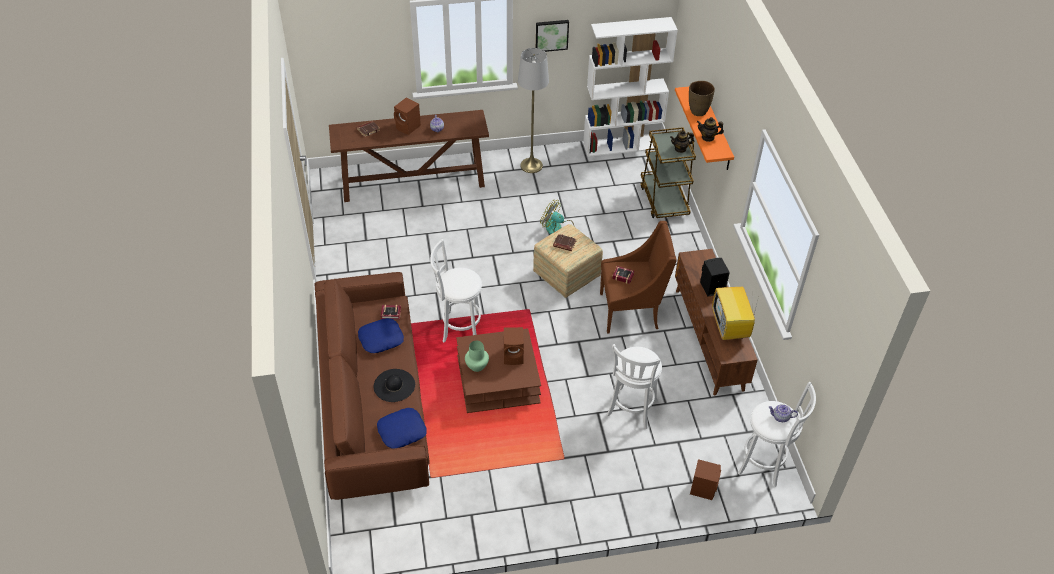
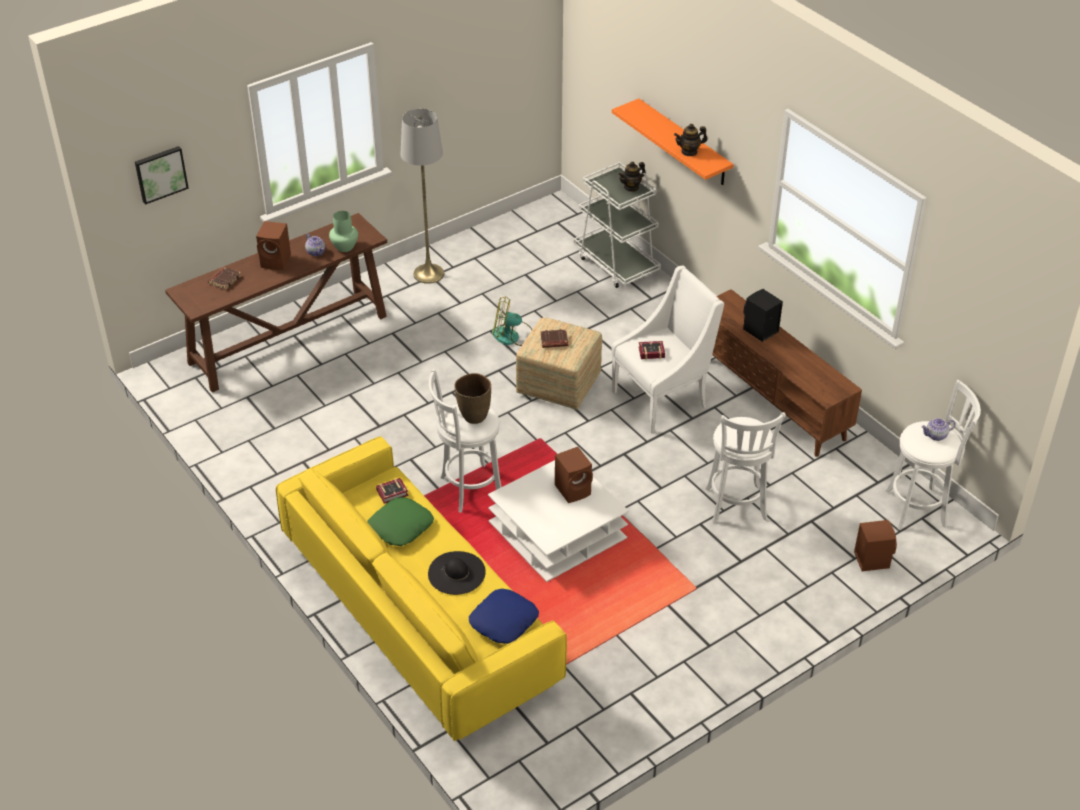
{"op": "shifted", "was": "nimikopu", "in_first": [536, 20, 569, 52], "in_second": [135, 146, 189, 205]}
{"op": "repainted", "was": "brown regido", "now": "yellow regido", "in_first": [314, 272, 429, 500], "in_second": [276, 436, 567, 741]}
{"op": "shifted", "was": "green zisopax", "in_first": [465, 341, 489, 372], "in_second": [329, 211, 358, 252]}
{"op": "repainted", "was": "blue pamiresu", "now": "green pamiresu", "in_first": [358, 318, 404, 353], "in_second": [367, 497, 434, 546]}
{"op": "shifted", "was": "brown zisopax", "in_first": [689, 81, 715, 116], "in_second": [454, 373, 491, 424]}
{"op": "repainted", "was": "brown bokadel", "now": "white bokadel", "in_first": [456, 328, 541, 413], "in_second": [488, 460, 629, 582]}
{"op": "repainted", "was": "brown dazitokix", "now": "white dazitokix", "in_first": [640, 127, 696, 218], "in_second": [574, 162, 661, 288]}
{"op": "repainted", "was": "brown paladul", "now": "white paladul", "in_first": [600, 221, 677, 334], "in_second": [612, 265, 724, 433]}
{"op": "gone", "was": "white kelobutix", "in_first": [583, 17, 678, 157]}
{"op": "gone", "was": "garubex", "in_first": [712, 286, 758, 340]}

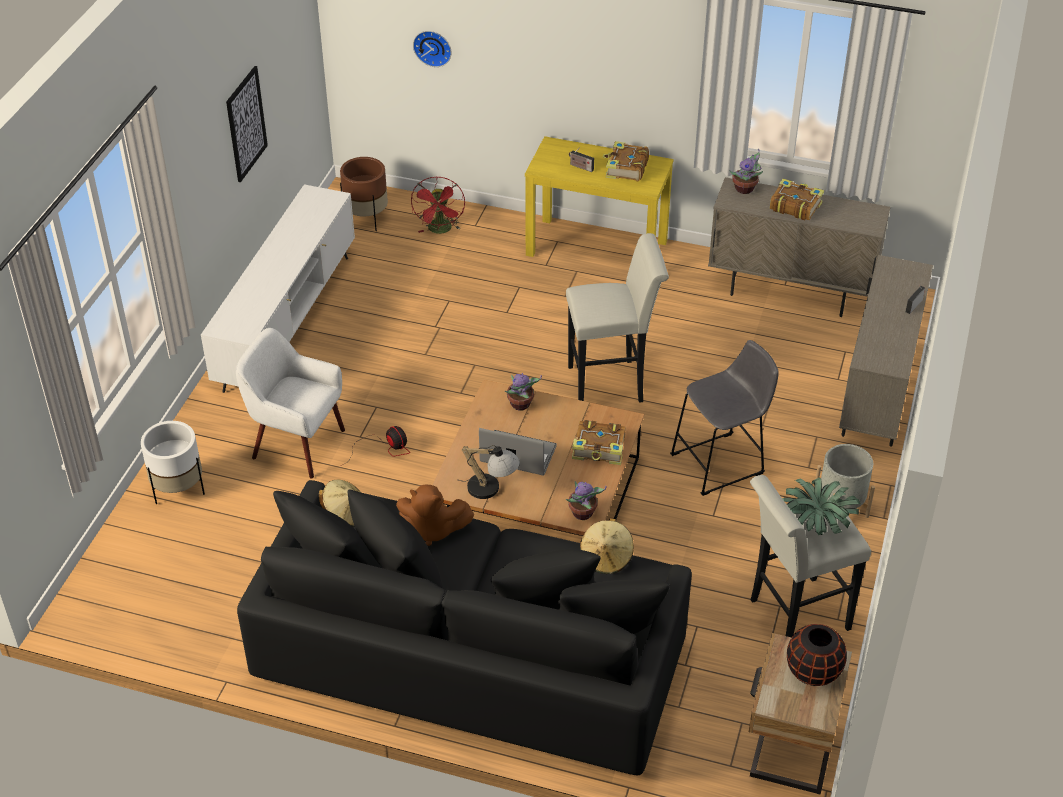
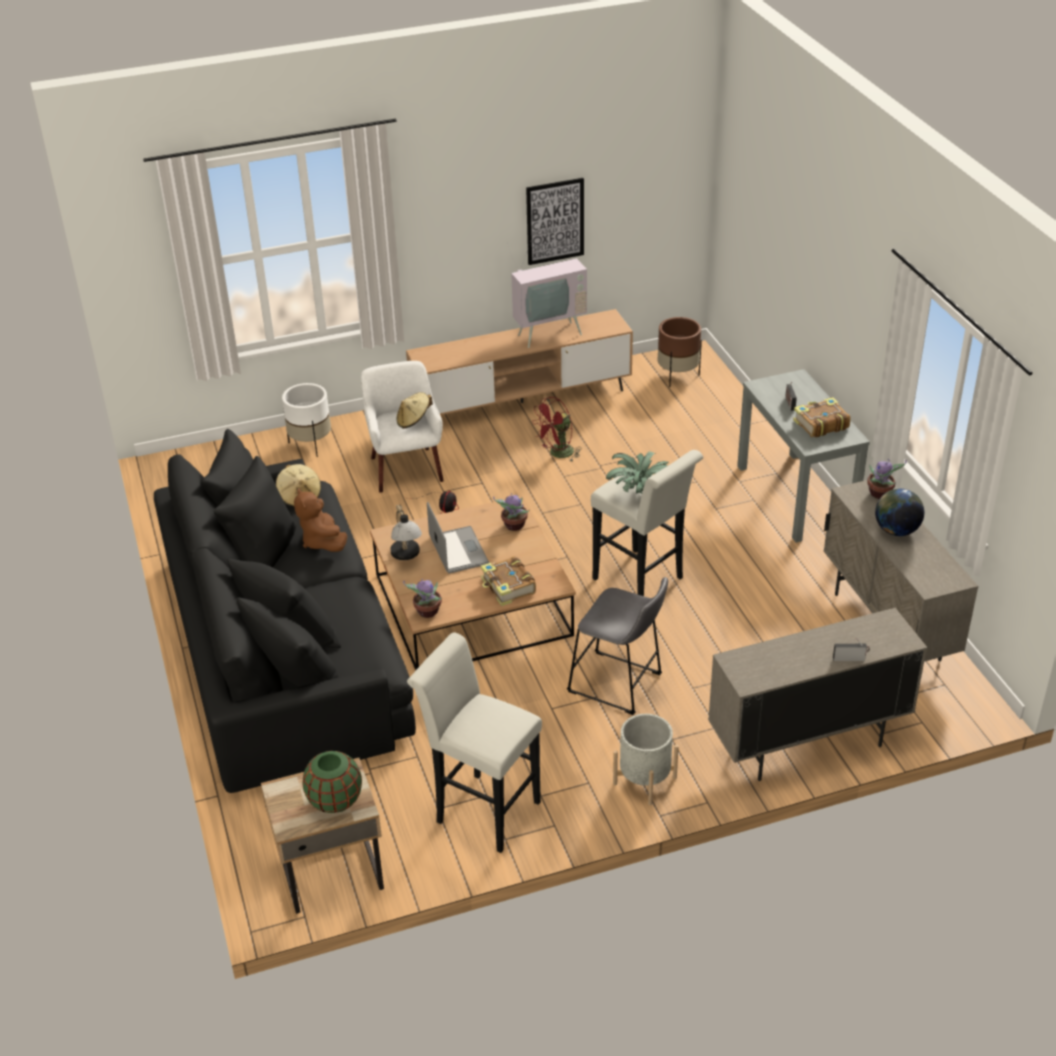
{"op": "repainted", "was": "black zisopax", "now": "green zisopax", "in_first": [787, 624, 847, 686], "in_second": [303, 751, 362, 813]}
{"op": "shifted", "was": "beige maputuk", "in_first": [580, 518, 634, 574], "in_second": [397, 392, 433, 428]}
{"op": "repainted", "was": "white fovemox", "now": "brown fovemox", "in_first": [201, 184, 355, 393], "in_second": [406, 309, 633, 415]}
{"op": "new", "now": "garubex", "in_second": [507, 239, 587, 348]}
{"op": "shifted", "was": "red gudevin", "in_first": [411, 176, 465, 234], "in_second": [532, 397, 581, 462]}
{"op": "shifted", "was": "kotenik", "in_first": [782, 477, 861, 535], "in_second": [606, 451, 669, 494]}
{"op": "repainted", "was": "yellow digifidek", "now": "grey digifidek", "in_first": [525, 136, 674, 257], "in_second": [737, 369, 870, 543]}
{"op": "swapped", "was": "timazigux", "now": "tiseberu", "in_first": [770, 179, 824, 220], "in_second": [875, 489, 924, 536]}
{"op": "gone", "was": "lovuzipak", "in_first": [413, 31, 452, 67]}

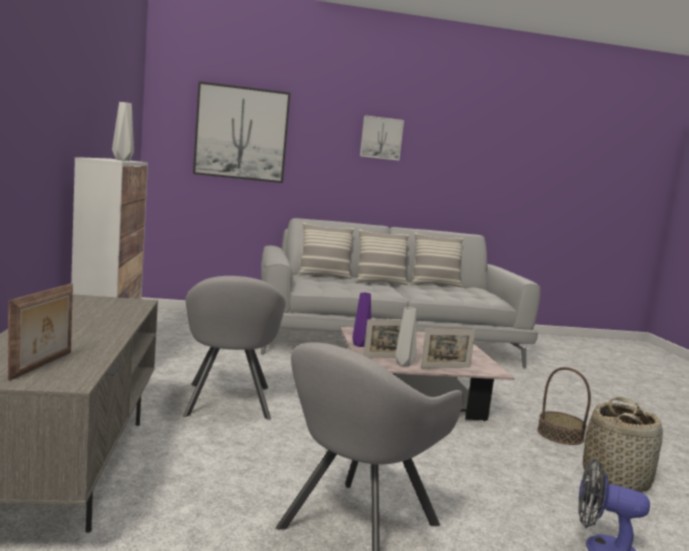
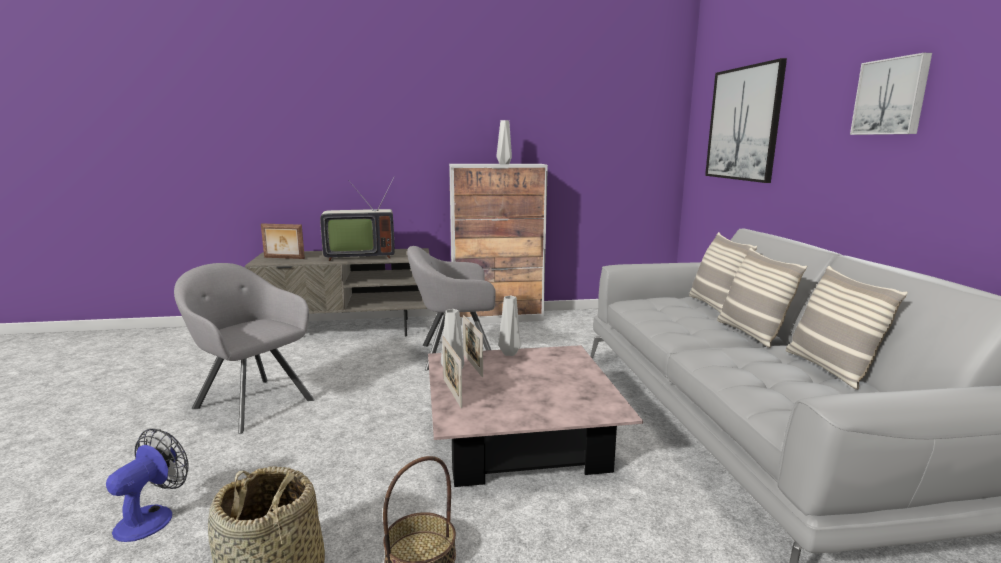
{"op": "new", "now": "garubex", "in_second": [320, 176, 395, 261]}
{"op": "repainted", "was": "purple zisopax", "now": "grey zisopax", "in_first": [352, 292, 371, 347], "in_second": [499, 296, 521, 356]}

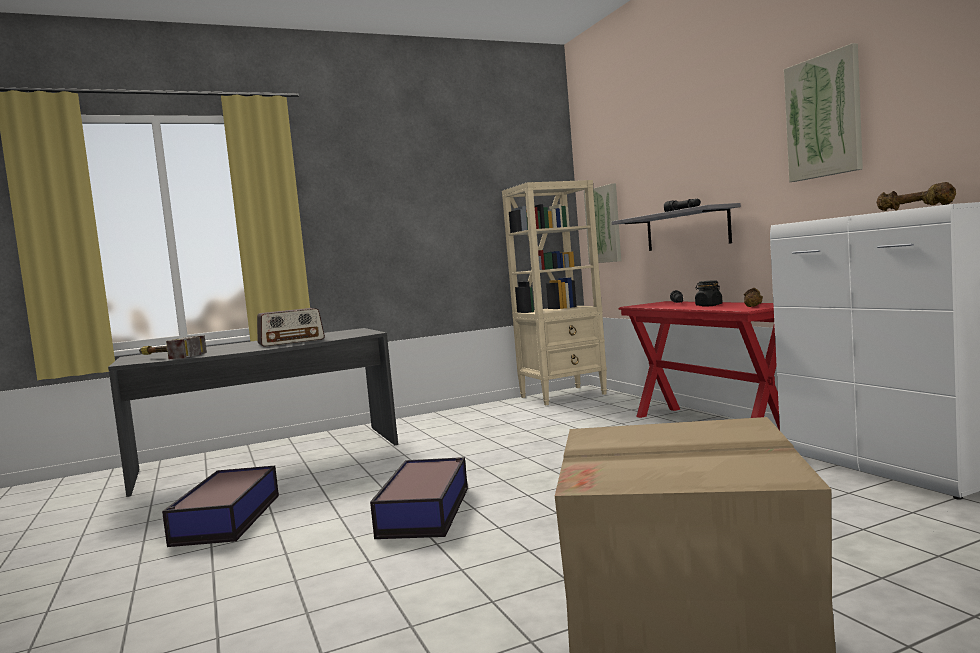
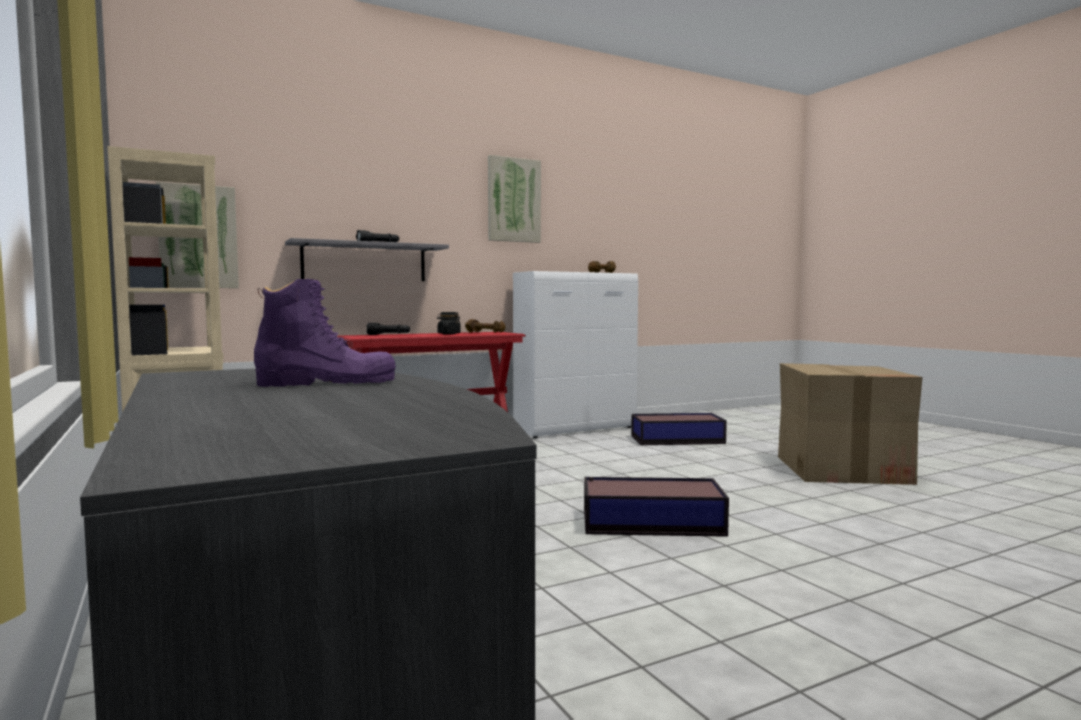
{"op": "swapped", "was": "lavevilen", "now": "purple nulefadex", "in_first": [257, 308, 325, 347], "in_second": [254, 279, 396, 387]}
{"op": "shifted", "was": "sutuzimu", "in_first": [162, 466, 279, 547], "in_second": [631, 413, 727, 445]}
{"op": "gone", "was": "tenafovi", "in_first": [139, 335, 207, 359]}

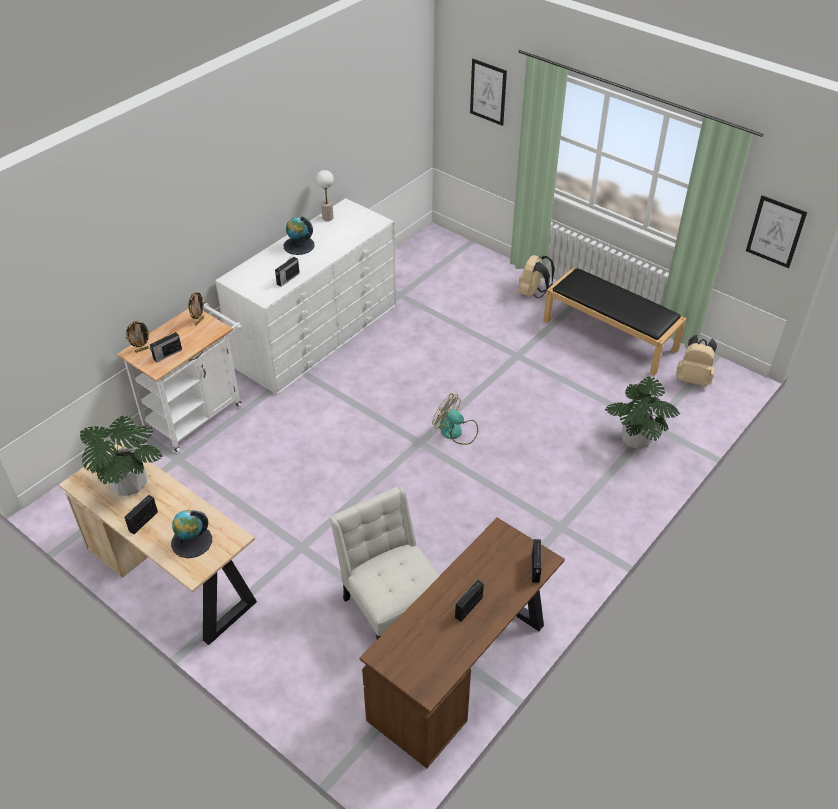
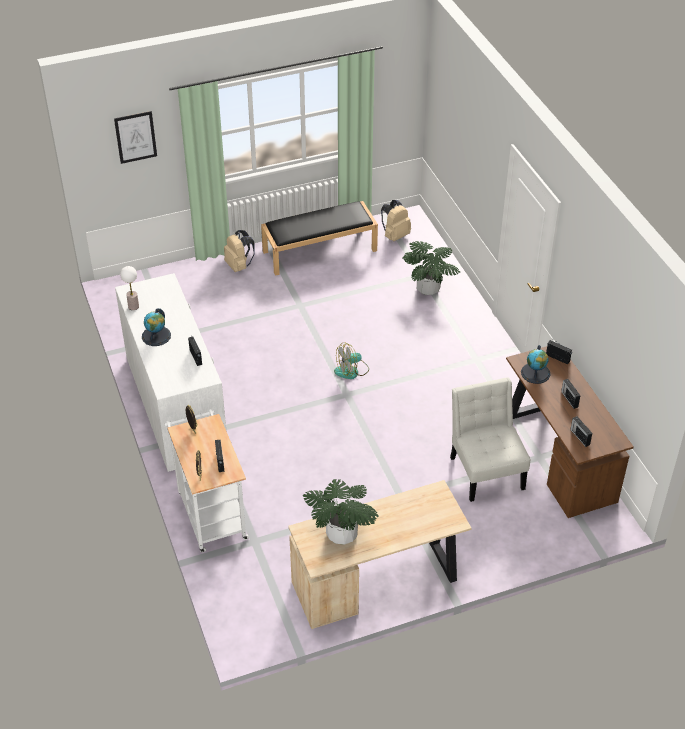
{"op": "rotated", "was": "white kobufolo", "in_first": [329, 486, 440, 639], "in_second": [450, 377, 530, 502], "clockwise": 75}
{"op": "shifted", "was": "tiseberu", "in_first": [171, 510, 212, 558], "in_second": [521, 345, 550, 384]}
{"op": "shifted", "was": "lavevilen", "in_first": [124, 495, 158, 534], "in_second": [570, 416, 592, 447]}
{"op": "gone", "was": "nimikopu", "in_first": [746, 195, 807, 268]}

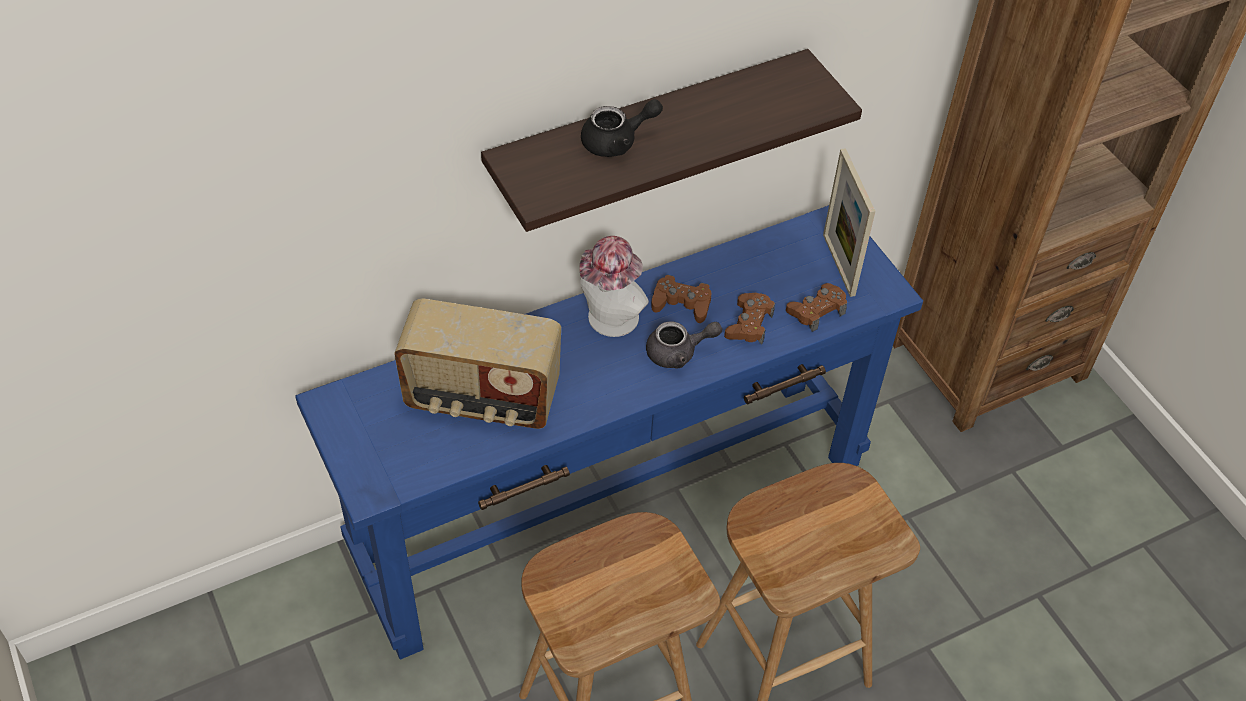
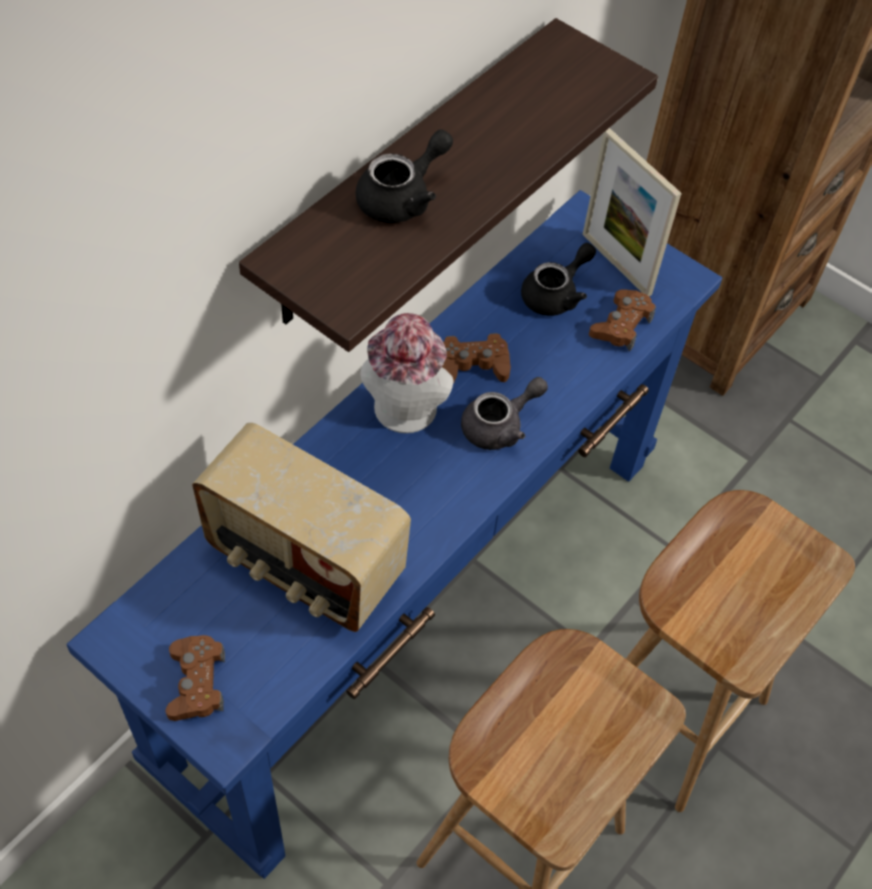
{"op": "shifted", "was": "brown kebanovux", "in_first": [724, 292, 775, 344], "in_second": [165, 635, 225, 721]}
{"op": "rotated", "was": "lavevilen", "in_first": [394, 298, 561, 429], "in_second": [192, 423, 411, 632], "clockwise": 45}
{"op": "new", "now": "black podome", "in_second": [521, 243, 596, 316]}

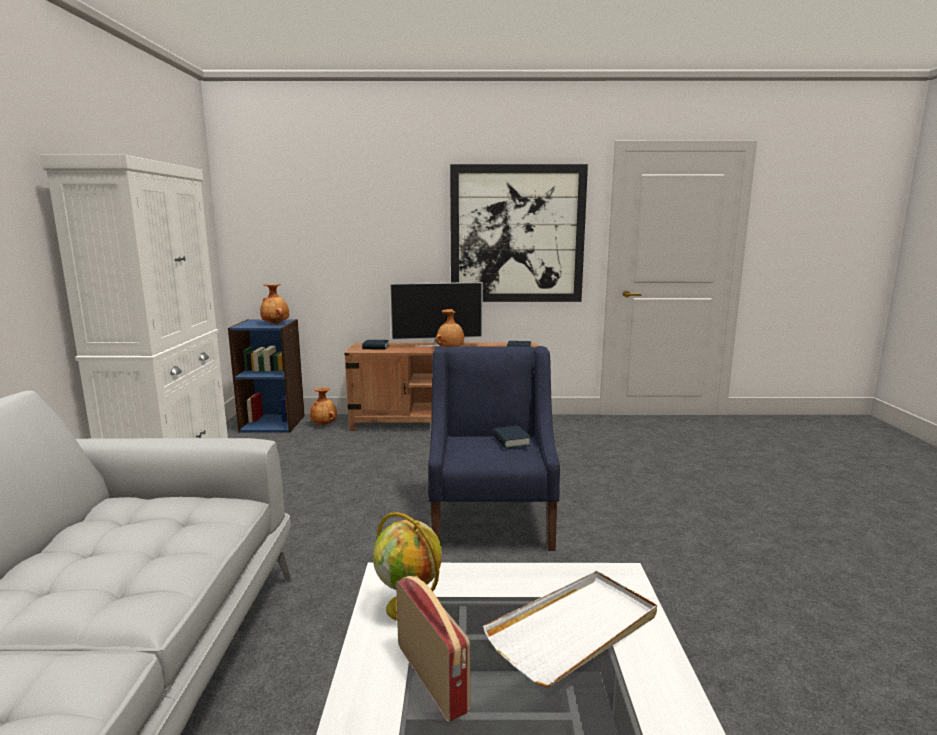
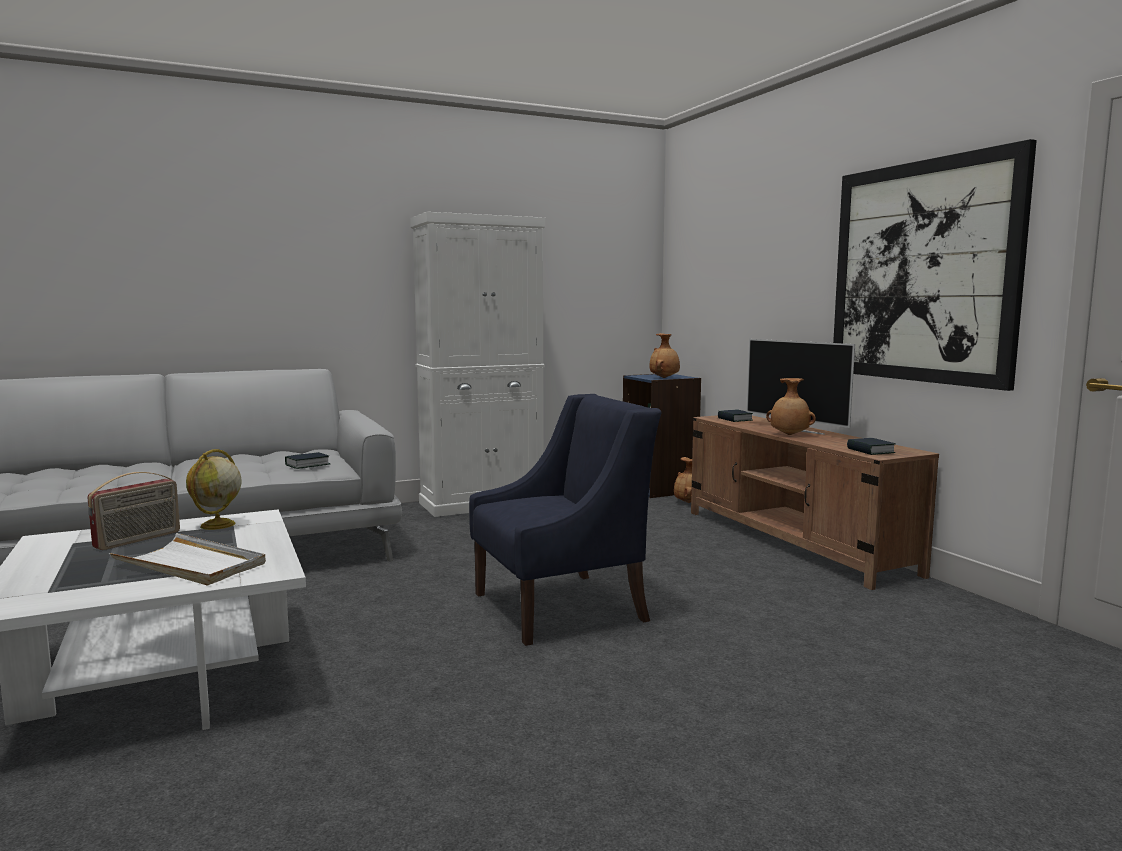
{"op": "shifted", "was": "timazigux", "in_first": [493, 426, 531, 449], "in_second": [285, 452, 330, 469]}

